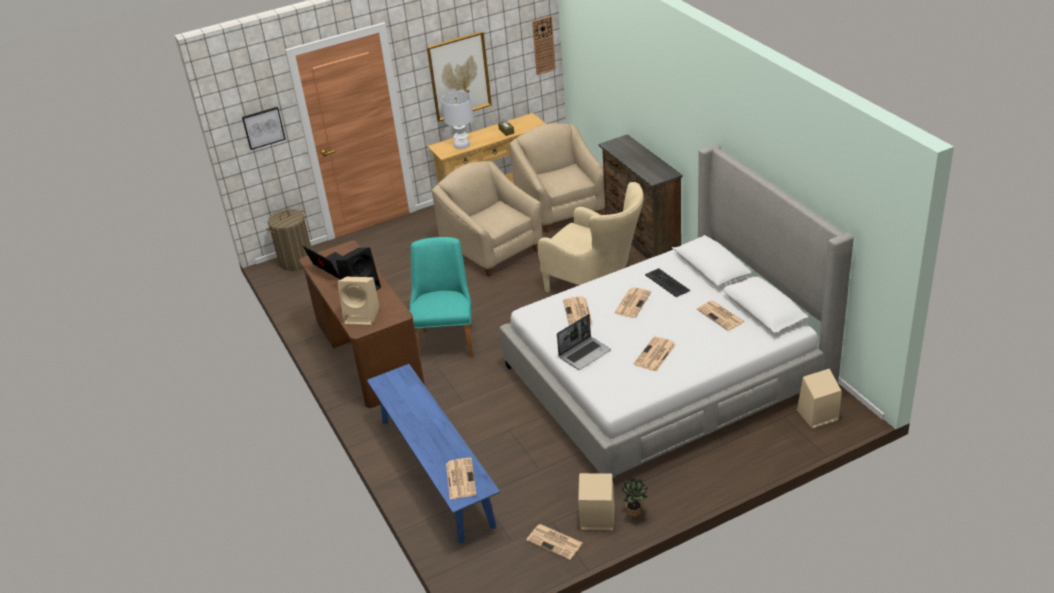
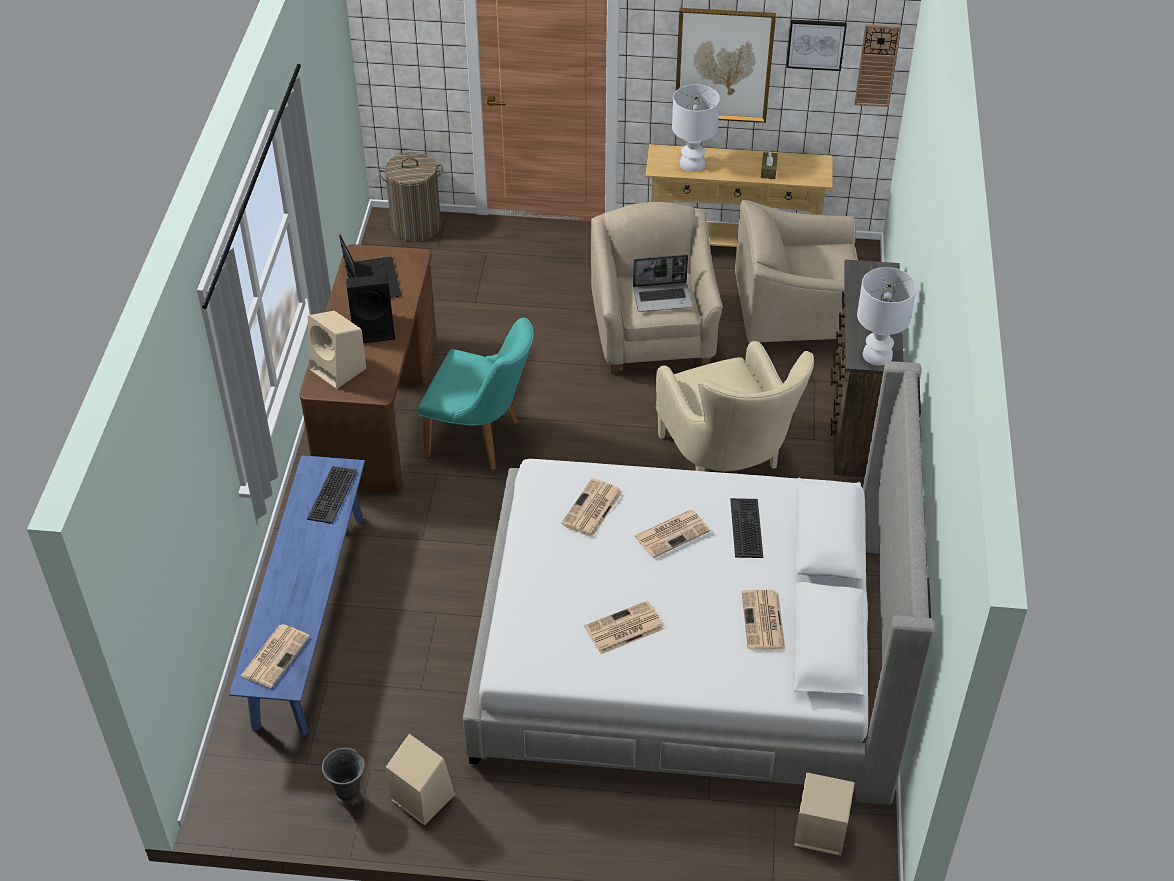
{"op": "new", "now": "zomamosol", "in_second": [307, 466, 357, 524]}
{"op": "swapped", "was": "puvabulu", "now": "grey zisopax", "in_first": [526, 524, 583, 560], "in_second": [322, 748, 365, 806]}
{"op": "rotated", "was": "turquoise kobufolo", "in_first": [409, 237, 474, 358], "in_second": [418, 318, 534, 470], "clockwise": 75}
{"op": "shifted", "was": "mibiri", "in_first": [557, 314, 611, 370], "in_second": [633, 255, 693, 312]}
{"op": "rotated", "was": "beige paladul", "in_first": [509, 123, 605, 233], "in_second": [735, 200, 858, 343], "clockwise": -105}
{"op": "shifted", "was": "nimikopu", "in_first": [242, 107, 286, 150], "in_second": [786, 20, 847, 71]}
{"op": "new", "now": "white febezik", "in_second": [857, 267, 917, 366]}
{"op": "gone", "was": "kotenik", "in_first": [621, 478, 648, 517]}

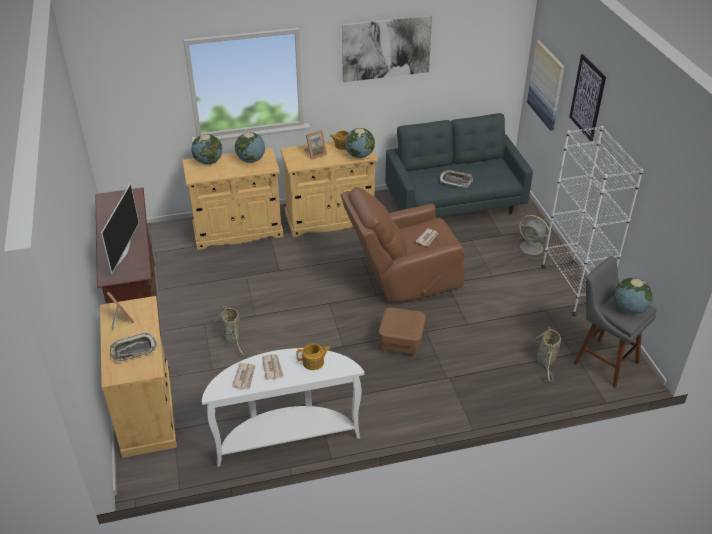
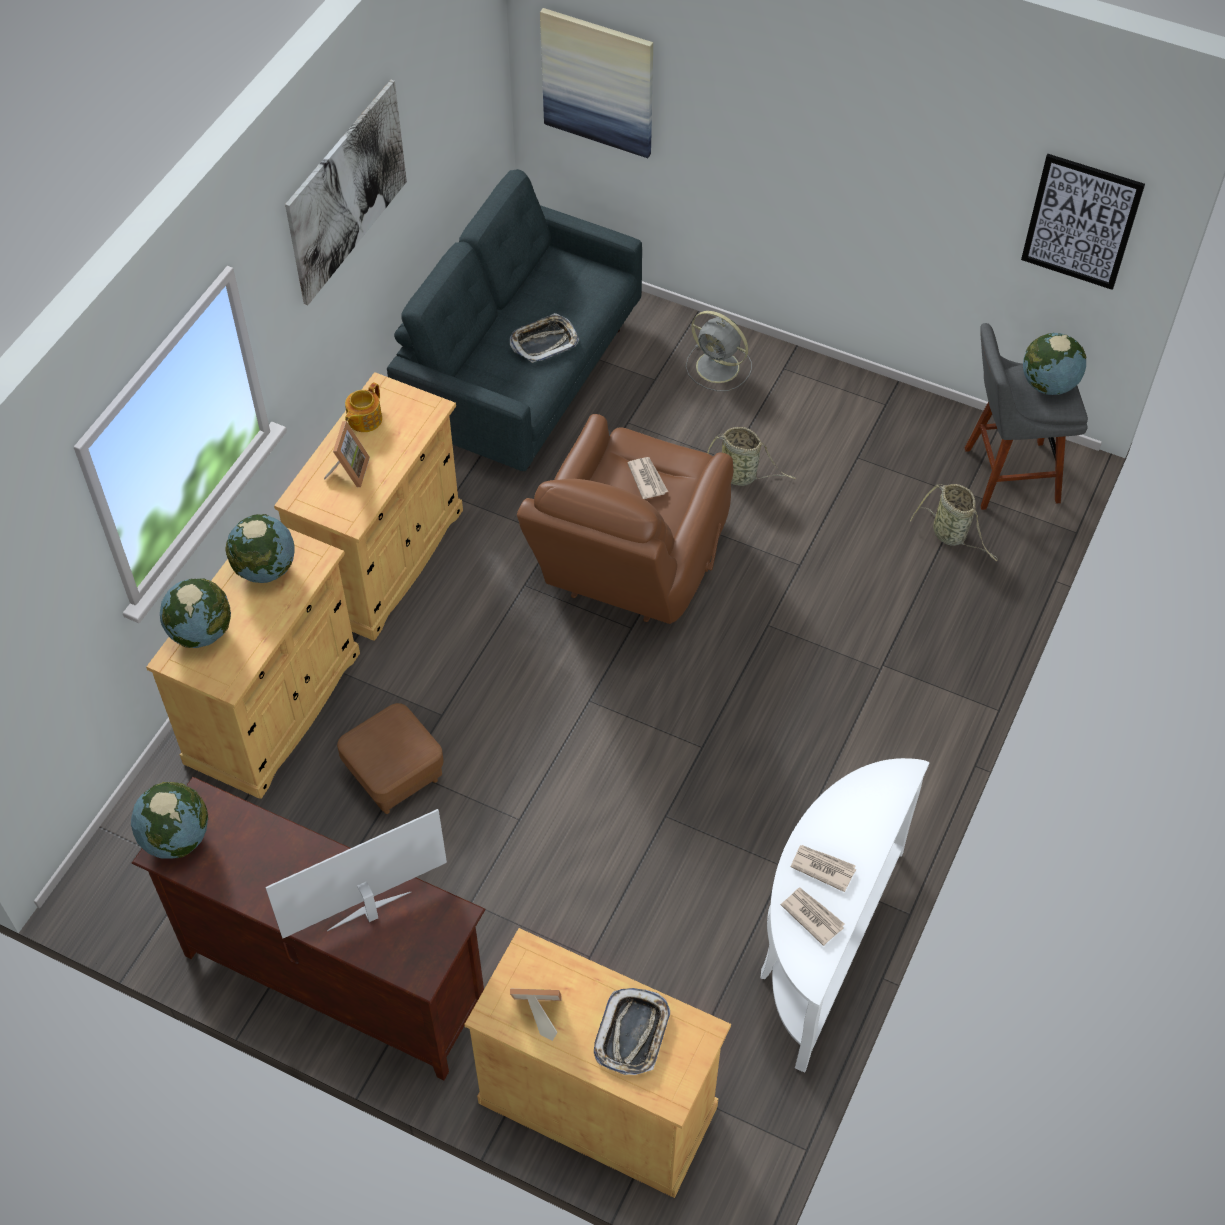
{"op": "shifted", "was": "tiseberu", "in_first": [345, 128, 375, 158], "in_second": [131, 782, 208, 859]}
{"op": "rotated", "was": "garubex", "in_first": [101, 183, 139, 274], "in_second": [265, 809, 447, 938], "clockwise": -75}
{"op": "shifted", "was": "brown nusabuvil", "in_first": [379, 307, 426, 357], "in_second": [337, 703, 444, 814]}
{"op": "rotated", "was": "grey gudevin", "in_first": [515, 215, 550, 259], "in_second": [686, 311, 752, 391], "clockwise": 45}
{"op": "shifted", "was": "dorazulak", "in_first": [213, 306, 246, 355], "in_second": [707, 427, 796, 486]}
{"op": "shifted", "was": "nimikopu", "in_first": [569, 54, 606, 141], "in_second": [1021, 154, 1145, 290]}
{"op": "gone", "was": "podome", "in_first": [296, 344, 331, 370]}
{"op": "gone", "was": "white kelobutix", "in_first": [542, 126, 643, 316]}

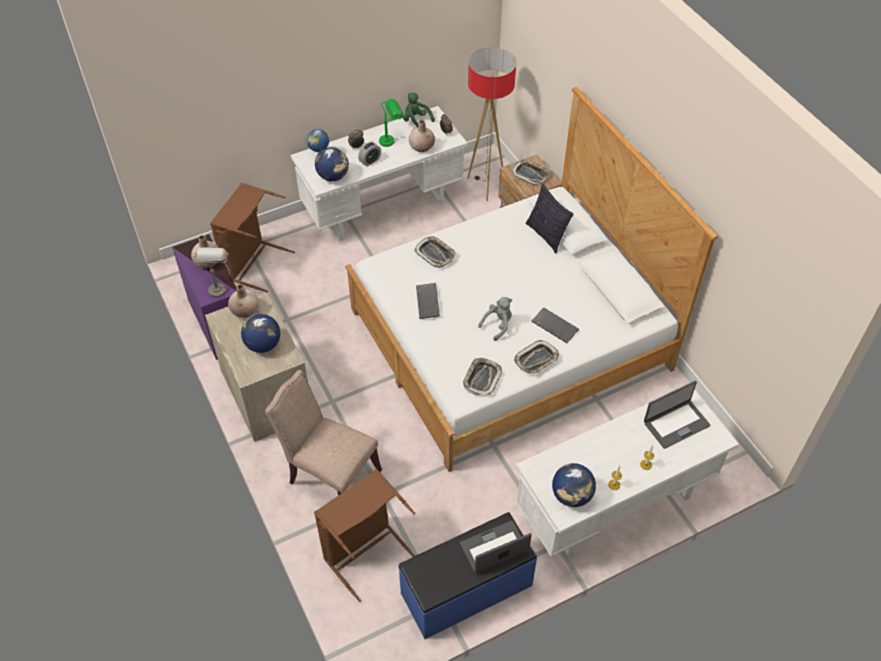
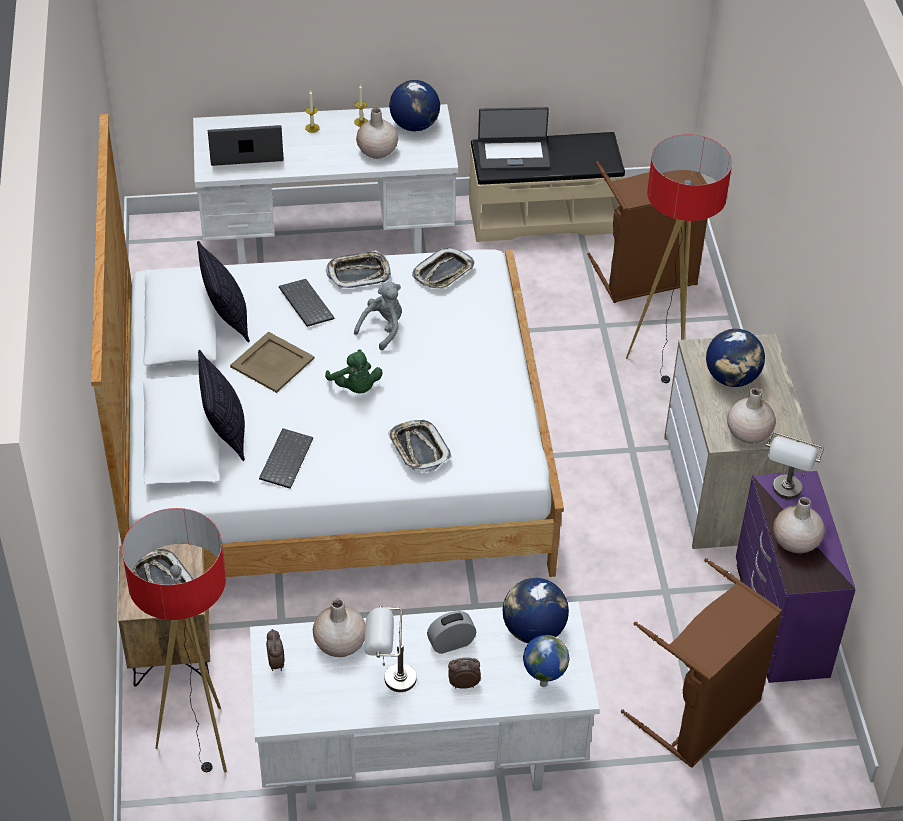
{"op": "new", "now": "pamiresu", "in_second": [197, 241, 250, 343]}
{"op": "new", "now": "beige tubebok", "in_second": [230, 332, 315, 393]}
{"op": "shifted", "was": "zomamosol", "in_first": [416, 283, 440, 319], "in_second": [259, 428, 313, 489]}
{"op": "shifted", "was": "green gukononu", "in_first": [403, 93, 435, 128], "in_second": [325, 349, 383, 394]}
{"op": "rotated", "was": "grey gukononu", "in_first": [478, 297, 512, 341], "in_second": [354, 282, 402, 350], "clockwise": 150}
{"op": "new", "now": "beige zisopax", "in_second": [356, 108, 398, 159]}
{"op": "repainted", "was": "green febezik", "now": "grey febezik", "in_first": [379, 99, 404, 147], "in_second": [364, 606, 417, 692]}
{"op": "repainted", "was": "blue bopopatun", "now": "beige bopopatun", "in_first": [398, 512, 537, 639], "in_second": [469, 132, 625, 242]}
{"op": "swapped", "was": "beige kobufolo", "now": "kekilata", "in_first": [265, 370, 382, 495], "in_second": [626, 134, 732, 383]}

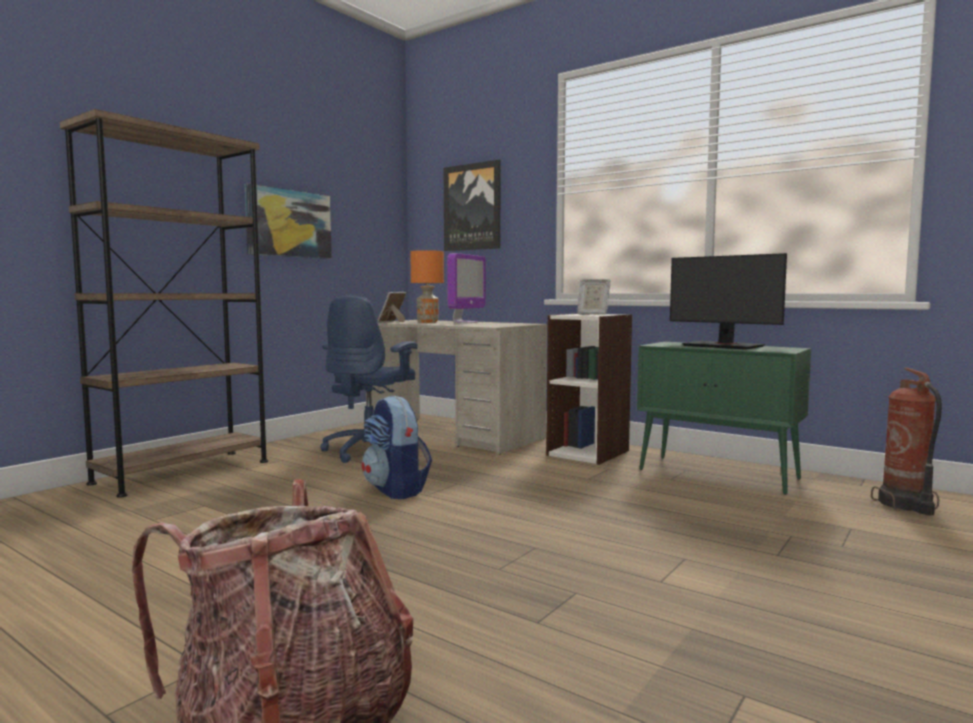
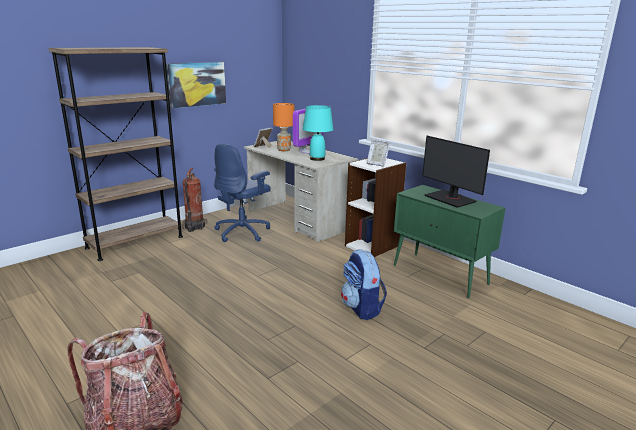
{"op": "shifted", "was": "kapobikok", "in_first": [871, 368, 942, 516], "in_second": [182, 168, 207, 232]}
{"op": "new", "now": "turquoise febezik", "in_second": [303, 105, 333, 161]}
{"op": "shifted", "was": "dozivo", "in_first": [362, 396, 432, 499], "in_second": [341, 249, 387, 320]}
{"op": "gone", "was": "nimikopu", "in_first": [444, 160, 500, 251]}

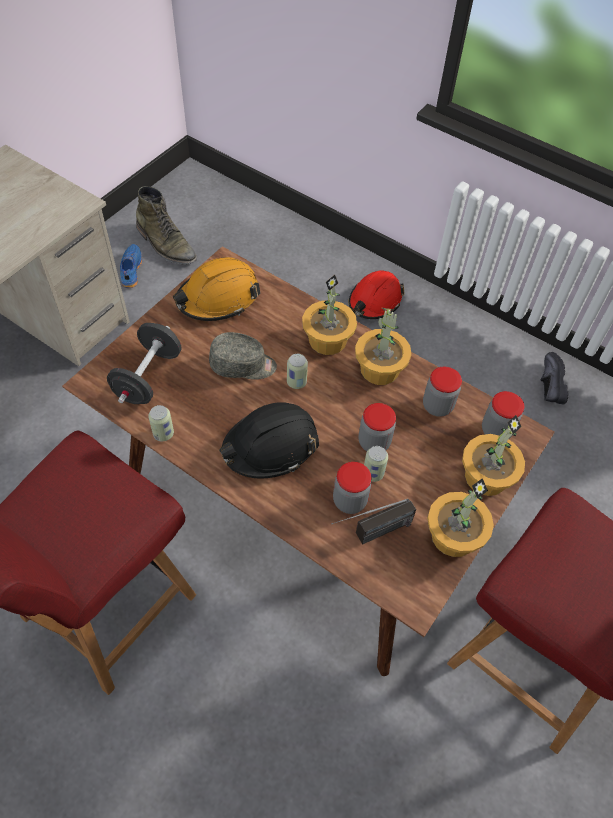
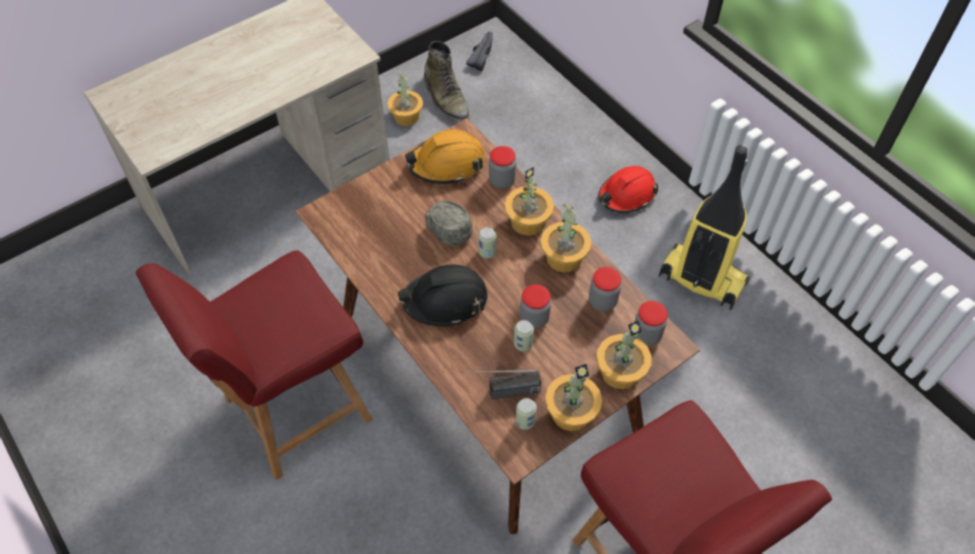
{"op": "swapped", "was": "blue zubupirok", "now": "kotenik", "in_first": [120, 244, 142, 288], "in_second": [387, 73, 423, 126]}
{"op": "rotated", "was": "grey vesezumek", "in_first": [209, 332, 277, 380], "in_second": [425, 201, 473, 246], "clockwise": -150}
{"op": "shifted", "was": "black zubupirok", "in_first": [541, 352, 568, 404], "in_second": [466, 32, 493, 71]}
{"op": "shifted", "was": "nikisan", "in_first": [333, 462, 372, 514], "in_second": [489, 146, 516, 189]}
{"op": "shifted", "was": "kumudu", "in_first": [148, 405, 174, 442], "in_second": [516, 398, 537, 430]}
{"op": "new", "now": "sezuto", "in_second": [659, 145, 750, 310]}
{"op": "gone", "was": "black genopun", "in_first": [107, 323, 181, 404]}

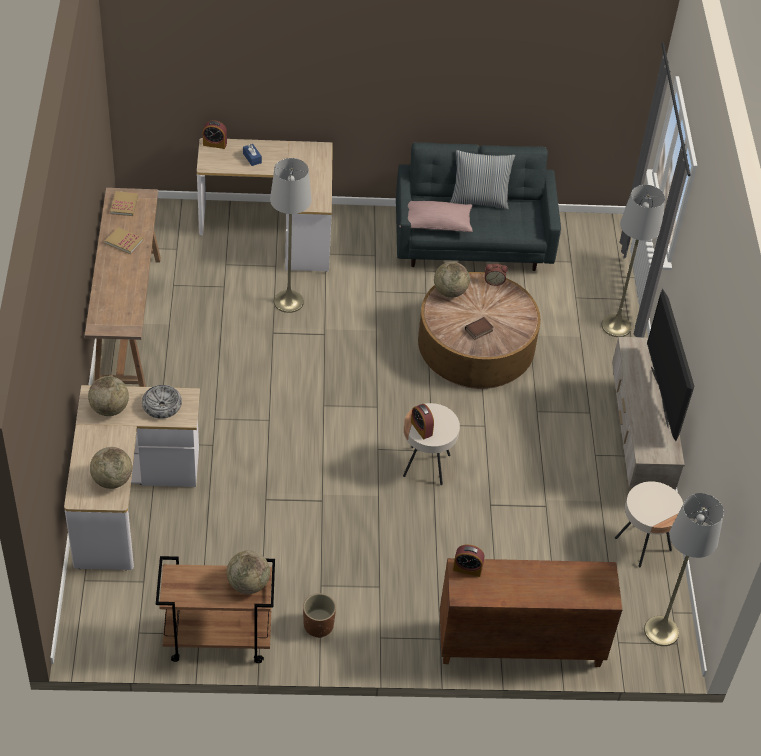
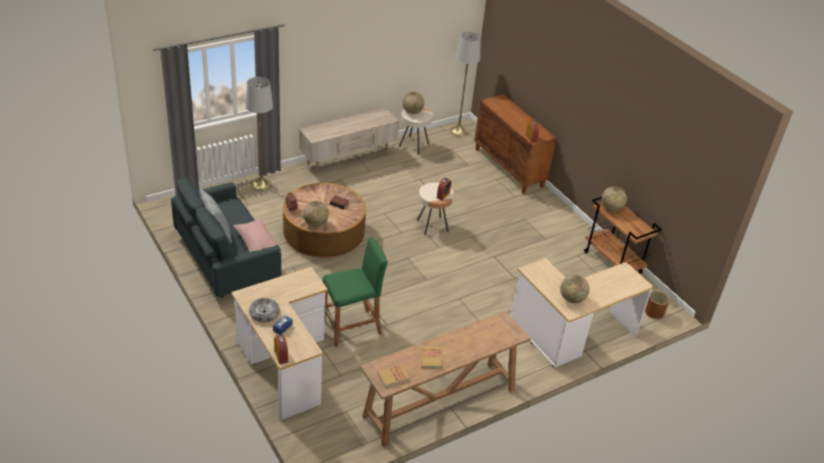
{"op": "shifted", "was": "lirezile", "in_first": [142, 385, 182, 419], "in_second": [249, 298, 280, 322]}
{"op": "swapped", "was": "grey kekilata", "now": "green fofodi", "in_first": [270, 158, 312, 313], "in_second": [323, 236, 388, 347]}
{"op": "shifted", "was": "tiseberu", "in_first": [90, 447, 132, 489], "in_second": [402, 92, 424, 114]}
{"op": "shifted", "was": "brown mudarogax", "in_first": [303, 593, 336, 638], "in_second": [645, 290, 670, 319]}
{"op": "gone", "was": "garubex", "in_first": [647, 289, 694, 441]}

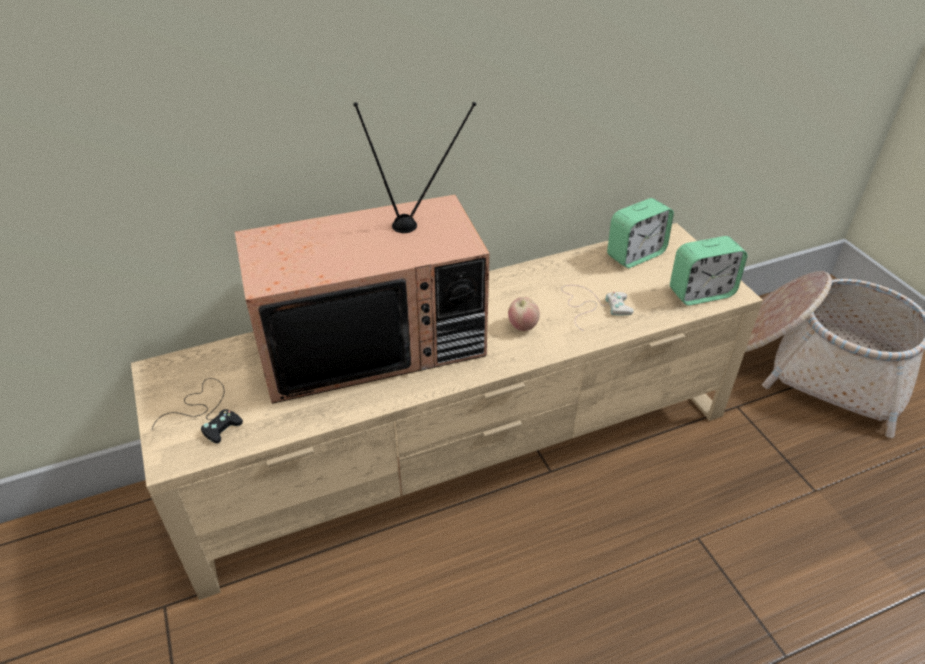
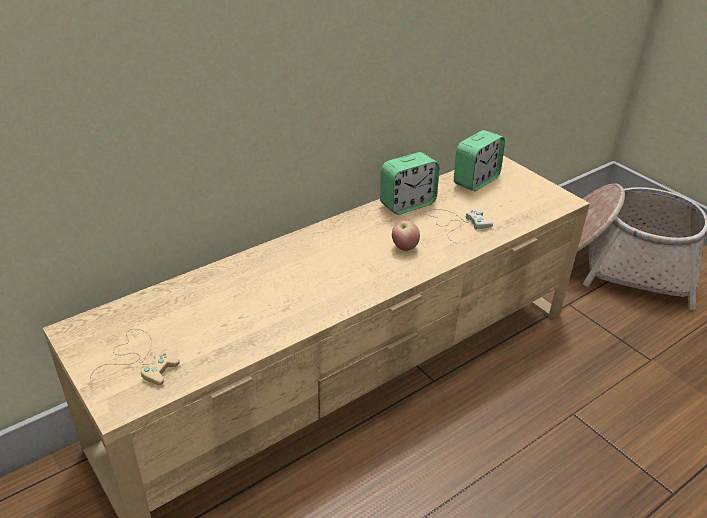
{"op": "repainted", "was": "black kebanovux", "now": "beige kebanovux", "in_first": [152, 378, 243, 444], "in_second": [90, 329, 179, 385]}
{"op": "shifted", "was": "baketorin", "in_first": [670, 236, 747, 306], "in_second": [380, 152, 440, 215]}
{"op": "gone", "was": "garubex", "in_first": [235, 102, 490, 404]}

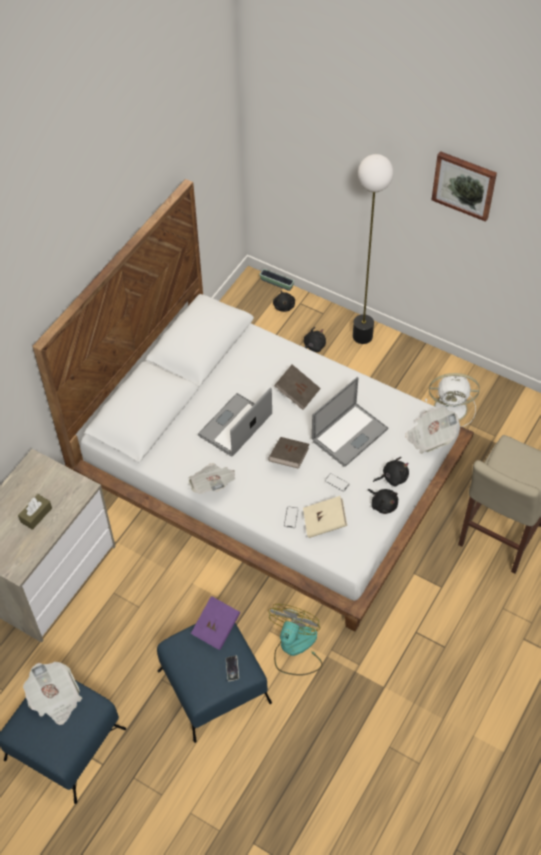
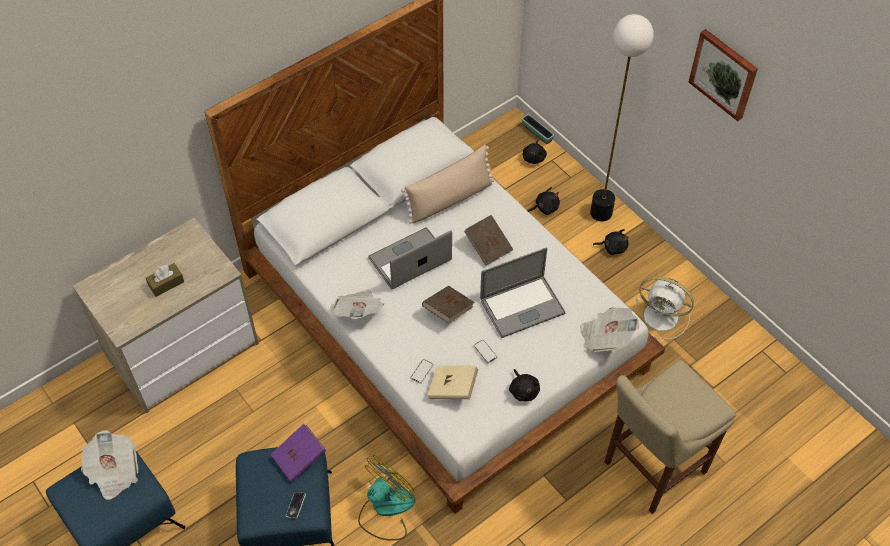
{"op": "new", "now": "beige pamiresu", "in_second": [401, 145, 494, 224]}
{"op": "shifted", "was": "black gukononu", "in_first": [373, 457, 409, 486], "in_second": [593, 229, 629, 255]}

